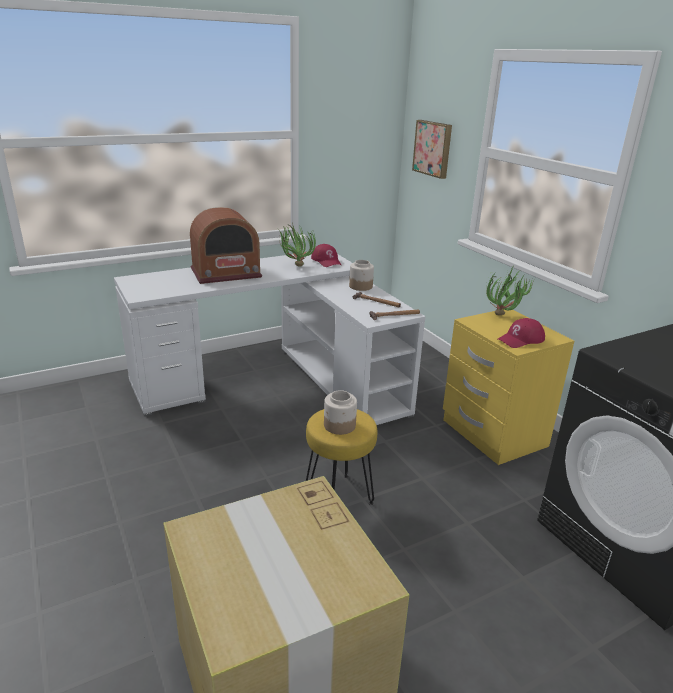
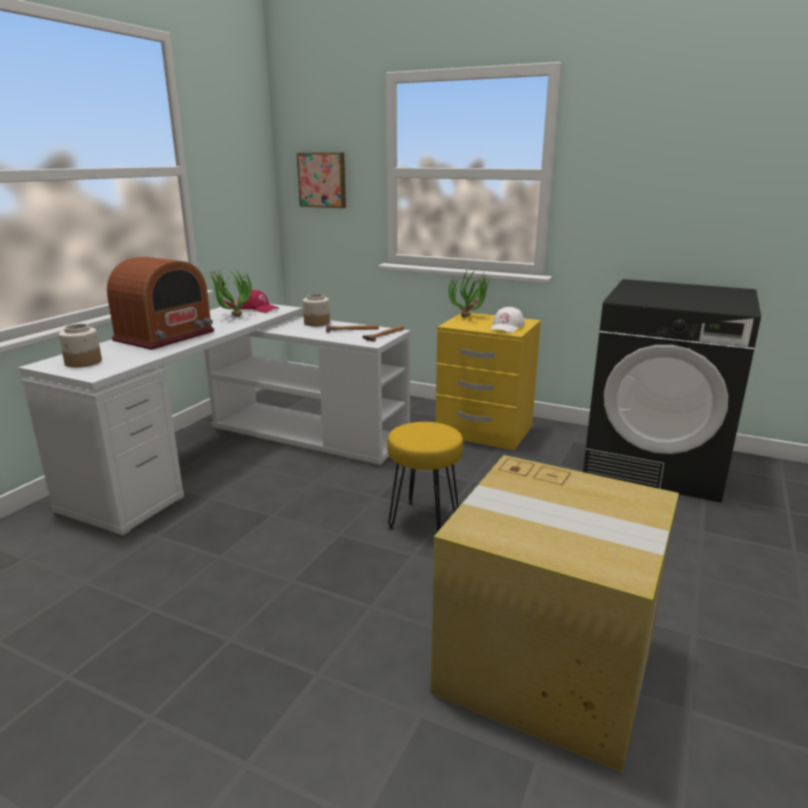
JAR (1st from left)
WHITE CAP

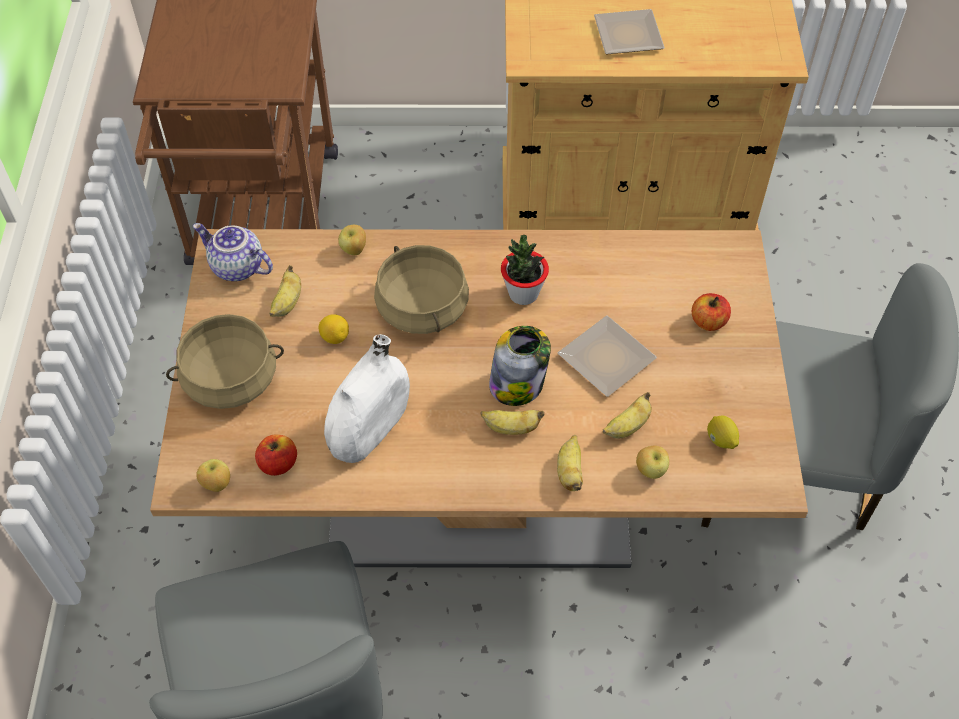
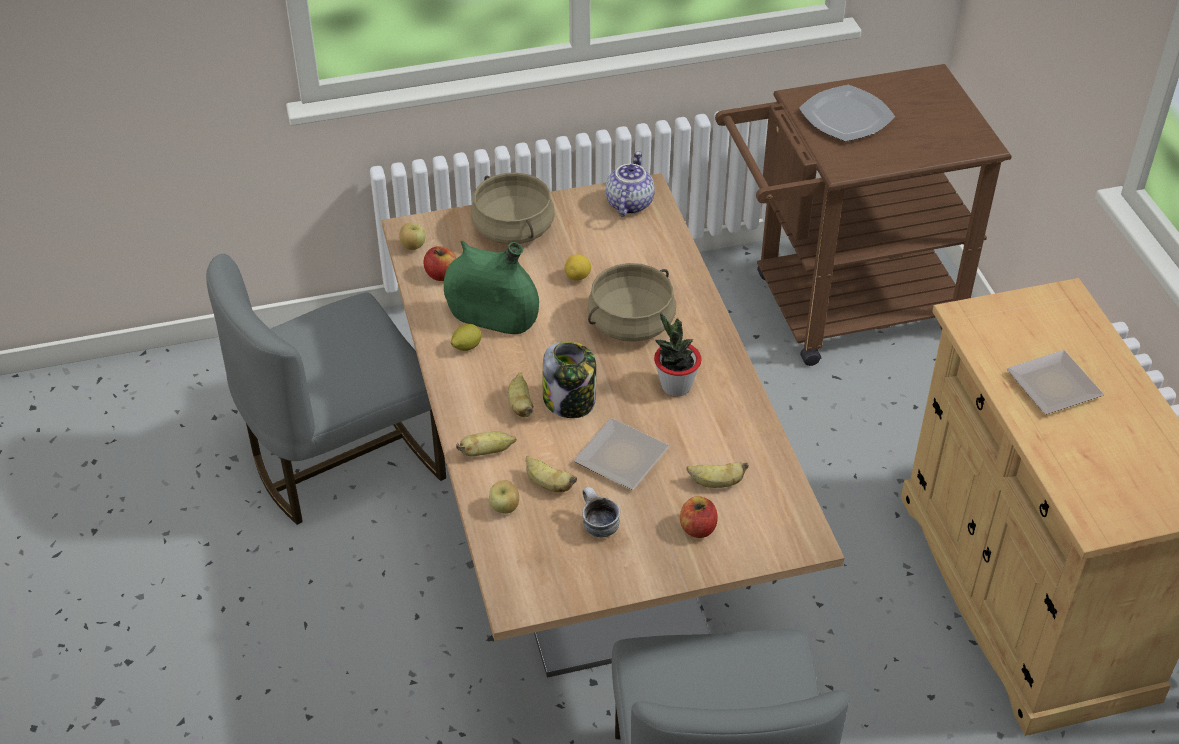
APPLE (3rd from left in the first image)
MUG
PLATE (2nd from left)
BANANA (4th from left)
LEMON (1st from left)
GREEN VASE

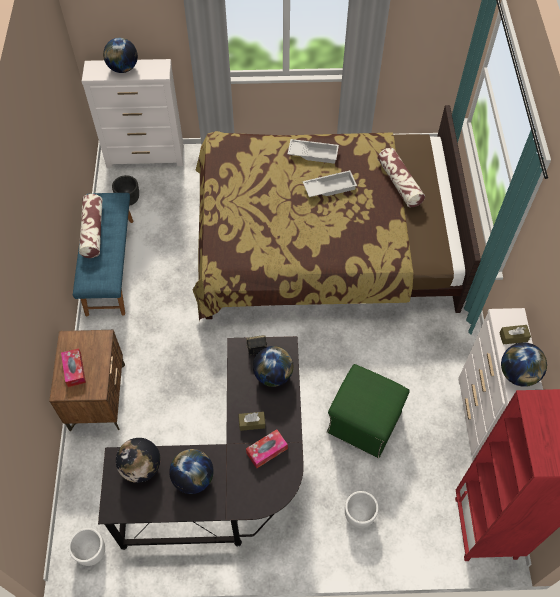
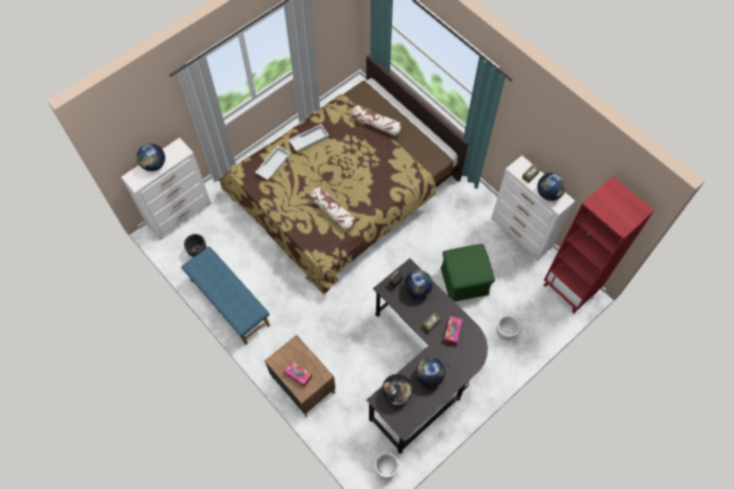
PILLOW (1st from left)
WHITE TRAY (1st from left)

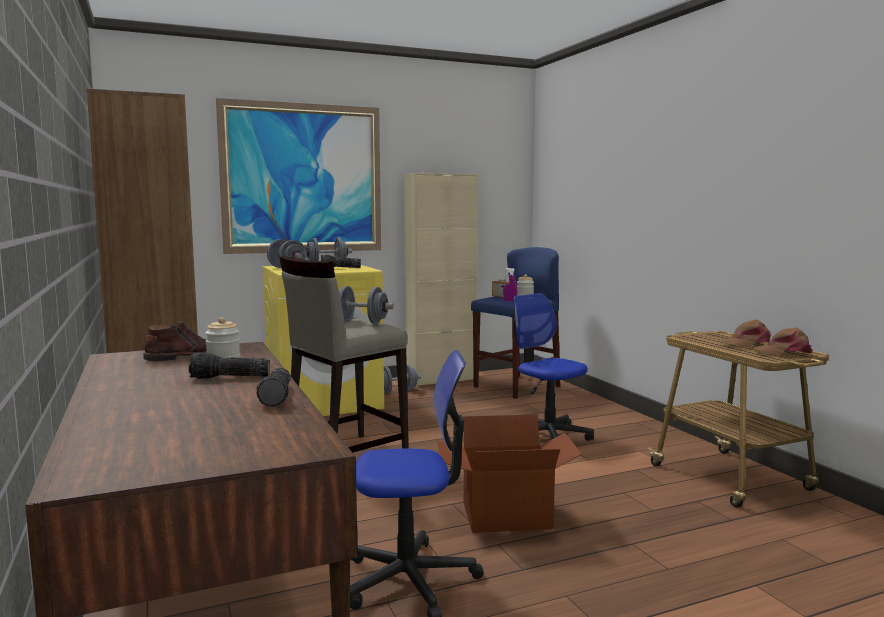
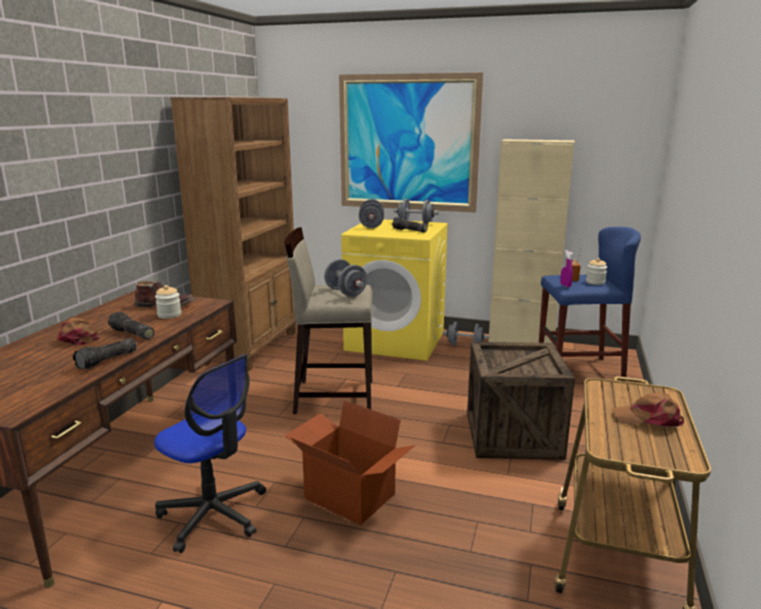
BROWN CAP (1st from left)
CRATE

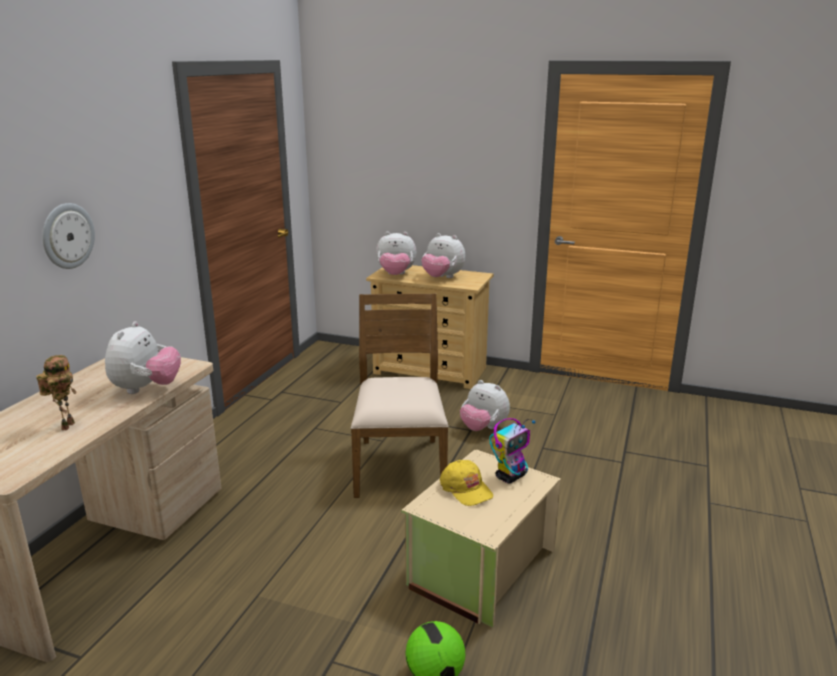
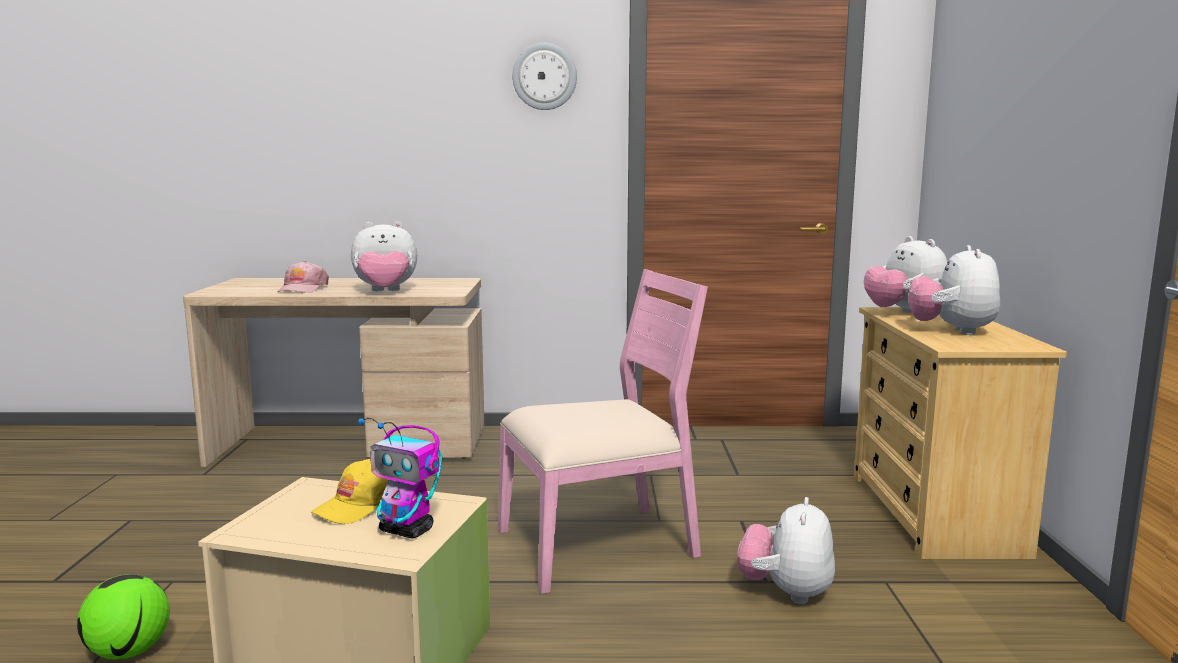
WALL CLOCK
PINK CAP
PINK CHAIR

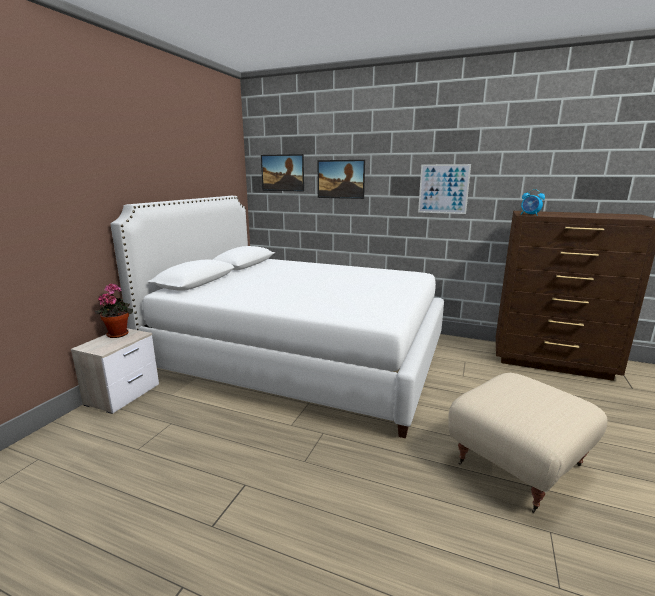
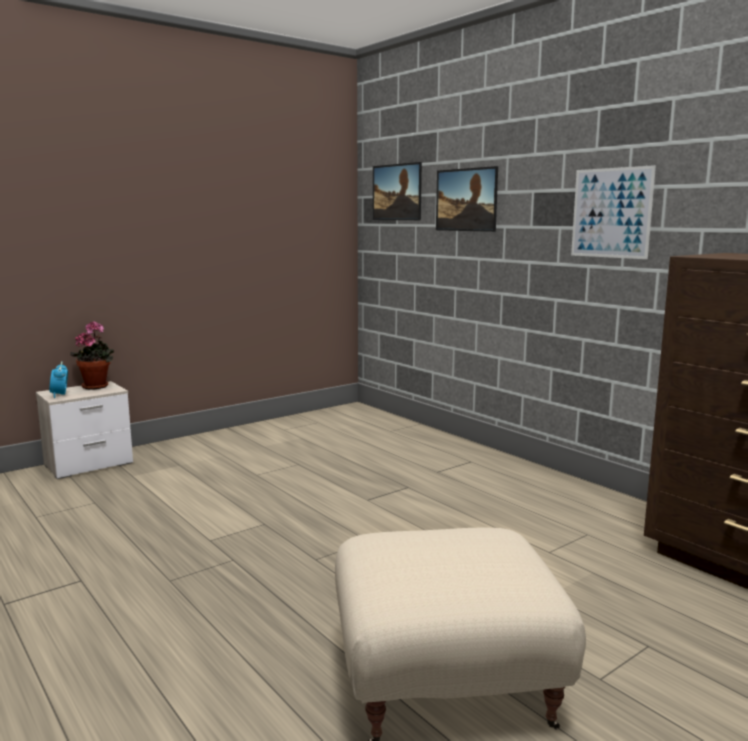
WHITE BED
ALARM CLOCK

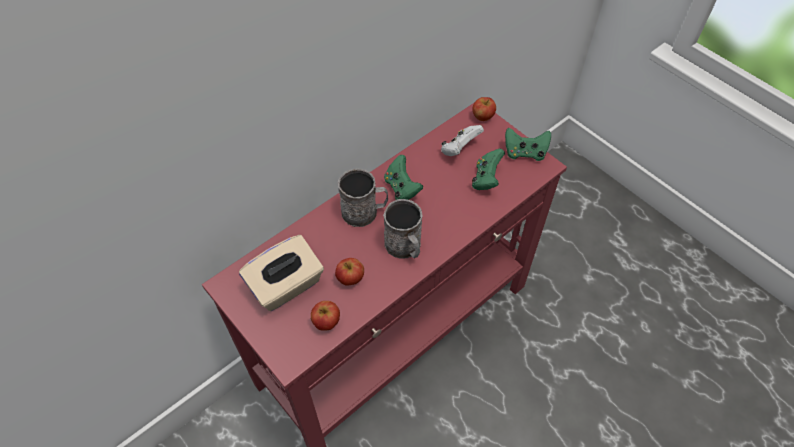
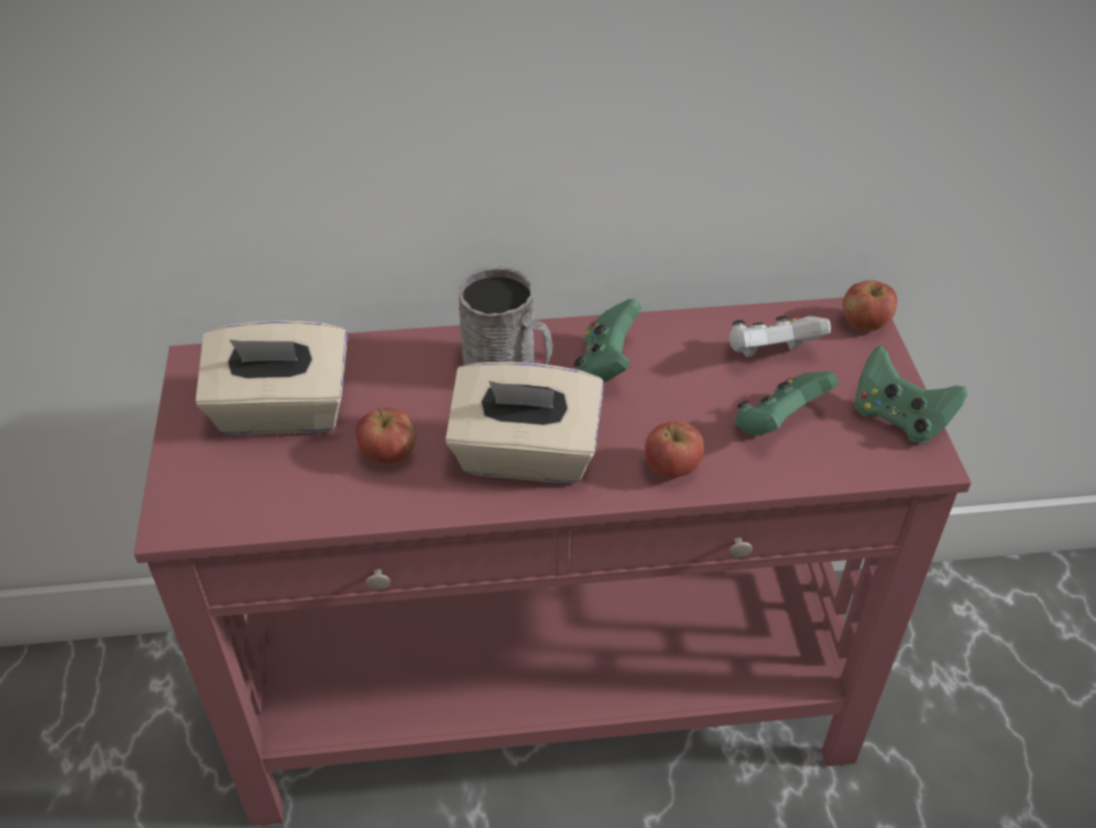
APPLE (2nd from left)
BEIGE TISSUE BOX (2nd from left)

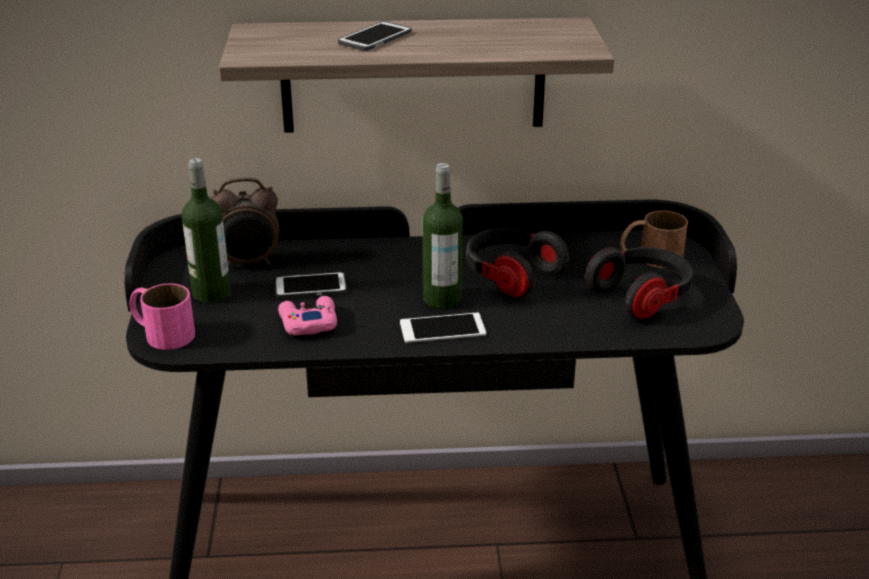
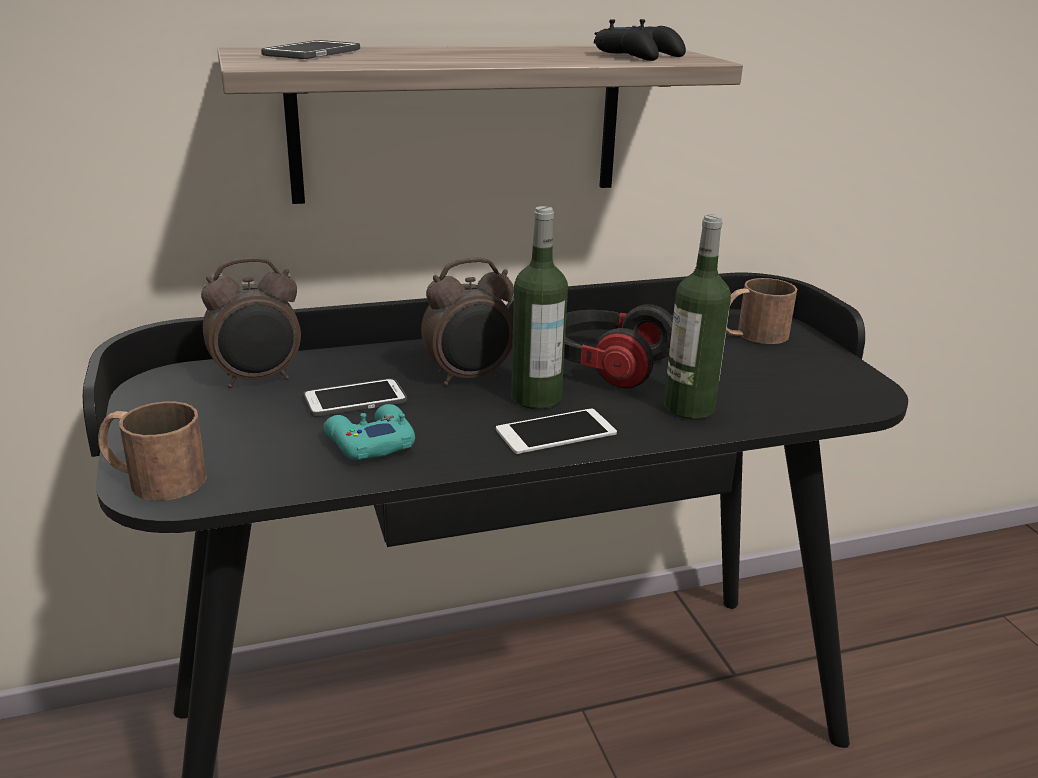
HEADPHONES (2nd from left in the first image)
ALARM CLOCK (2nd from left)
BLACK GAME CONTROLLER
BOTTLE (2nd from left)
PHONE (1st from left)
BROWN MUG (1st from left)
TURQUOISE GAME CONTROLLER

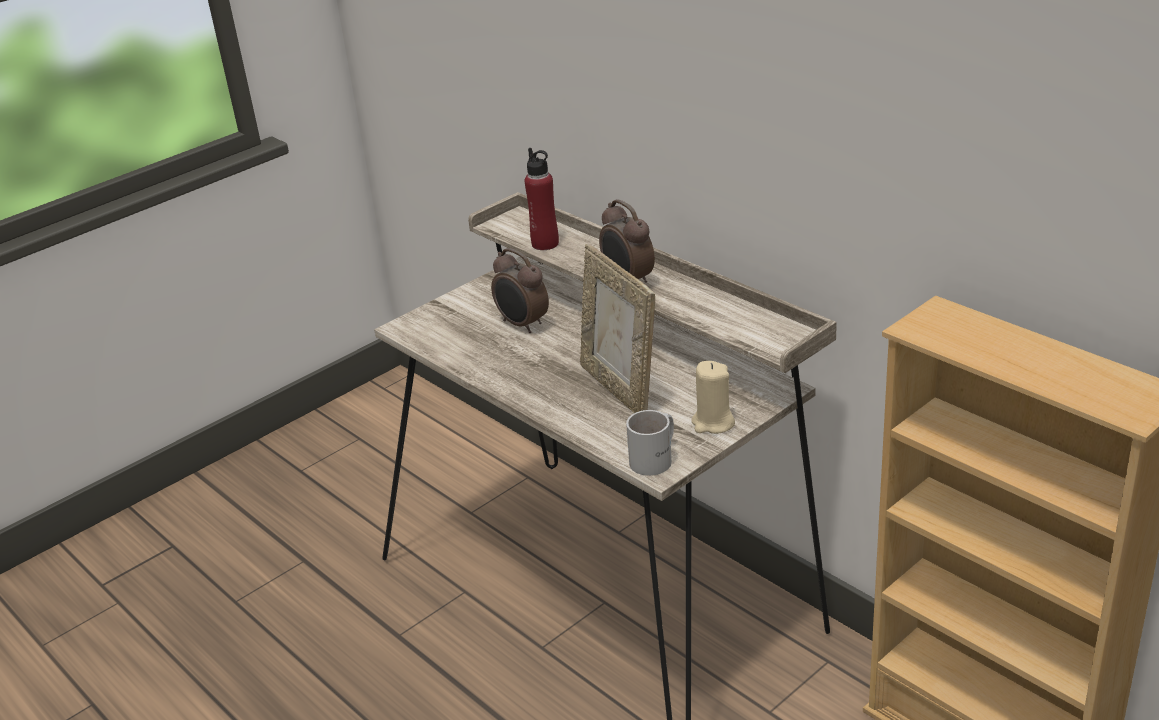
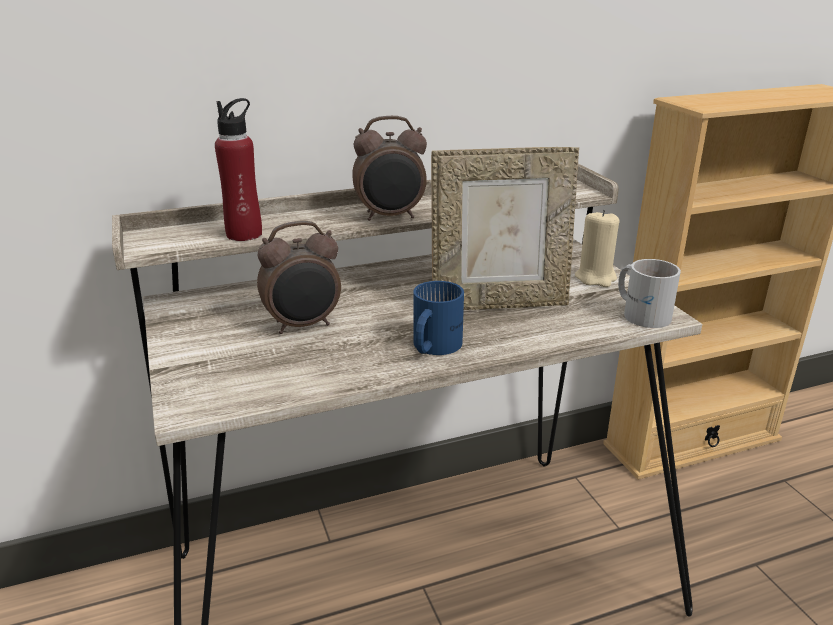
BLUE MUG

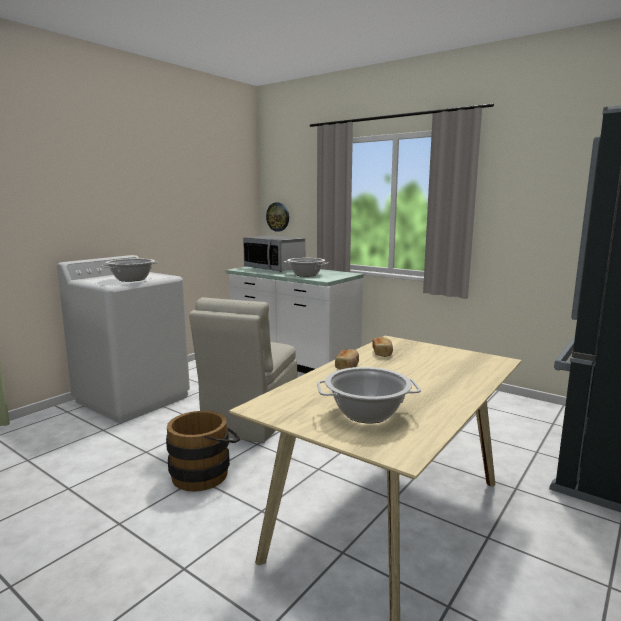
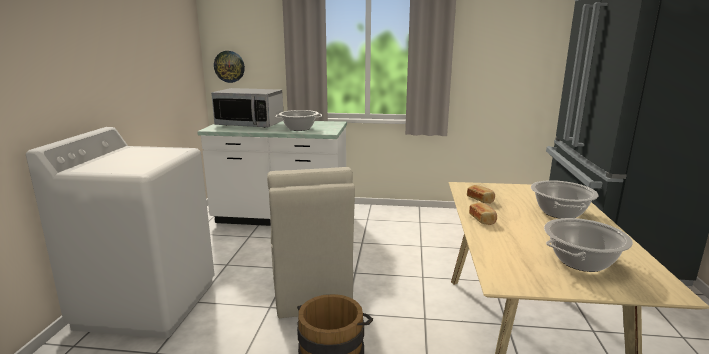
COOKING POT (2nd from left)

